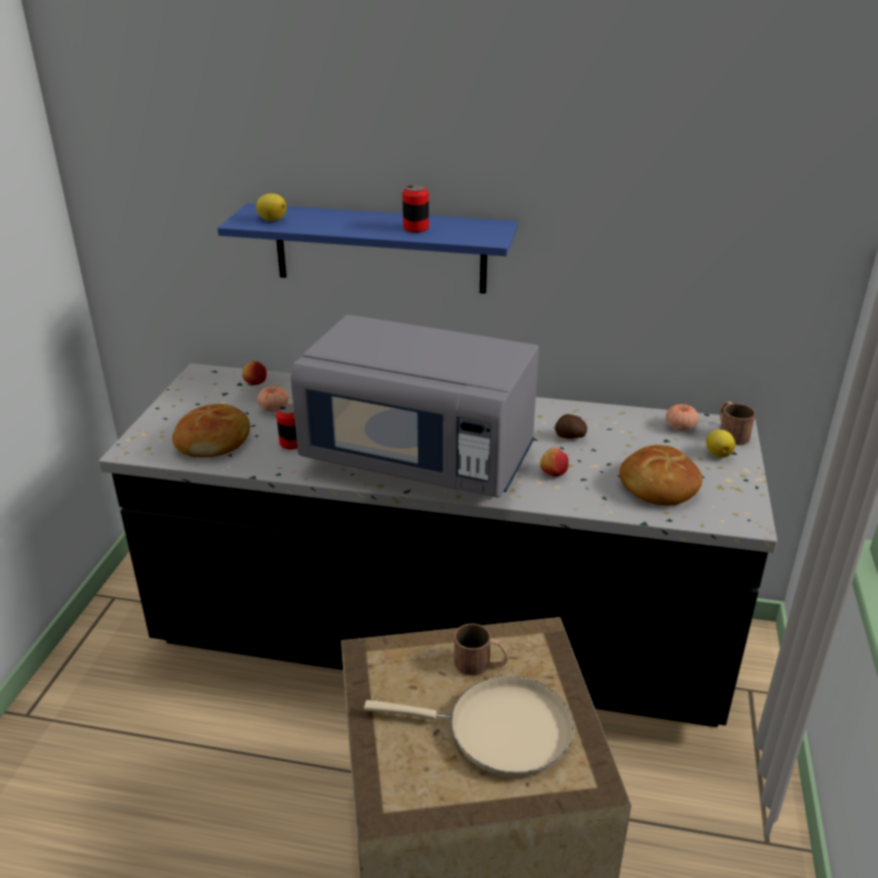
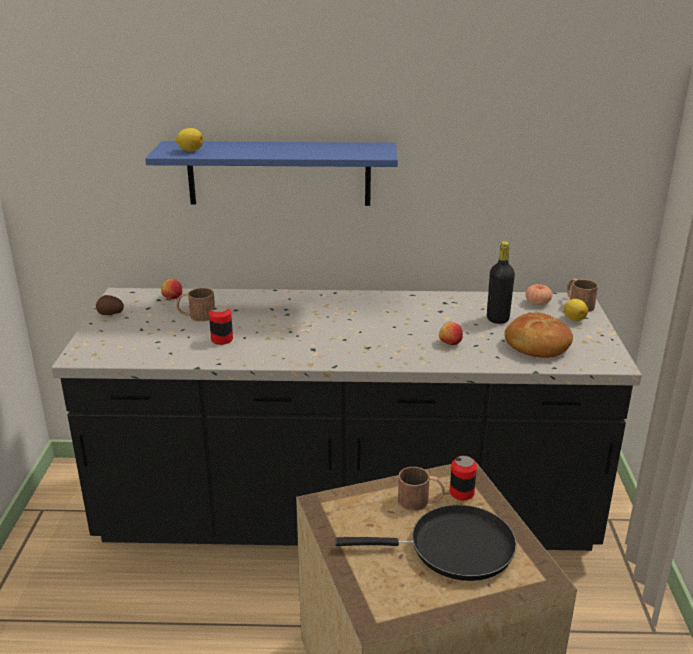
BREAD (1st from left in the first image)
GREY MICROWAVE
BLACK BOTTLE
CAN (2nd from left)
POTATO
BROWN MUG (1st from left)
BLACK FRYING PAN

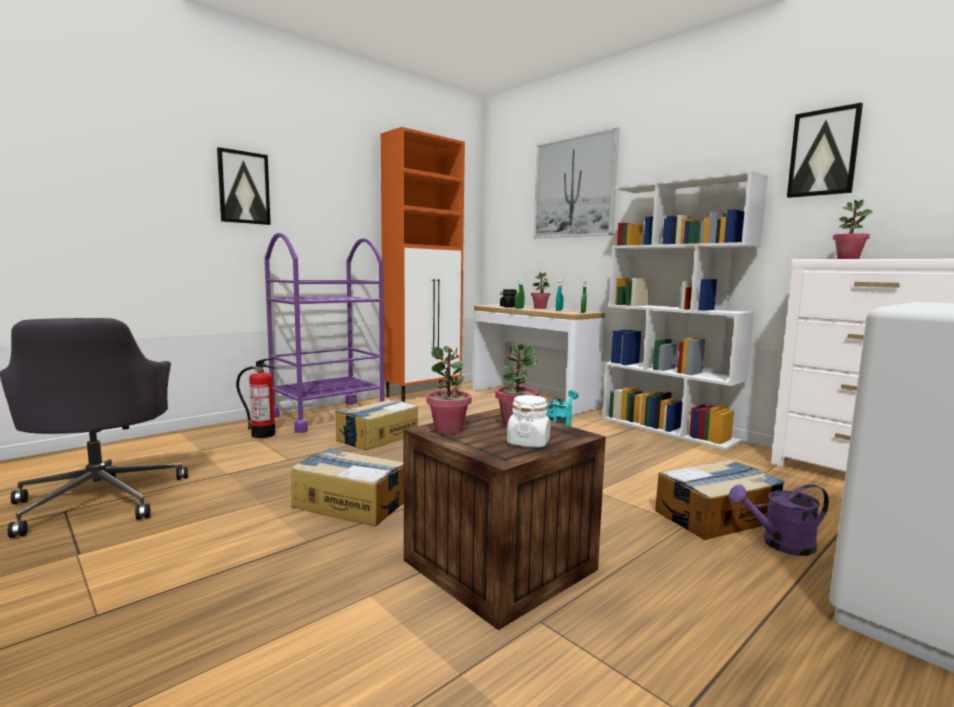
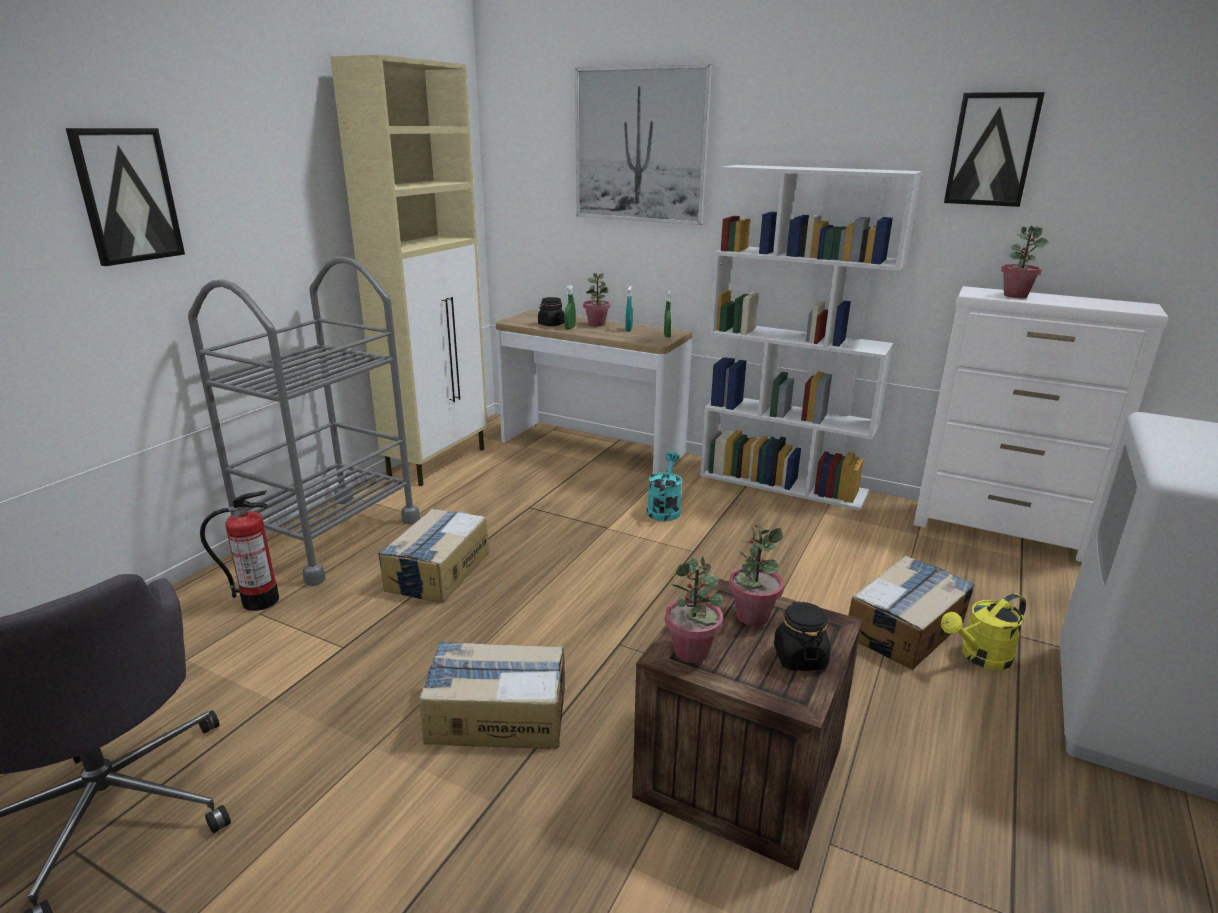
GREY CART
BEIGE CABINET
BLACK JAR (2nd from left)
YELLOW WATERING CAN

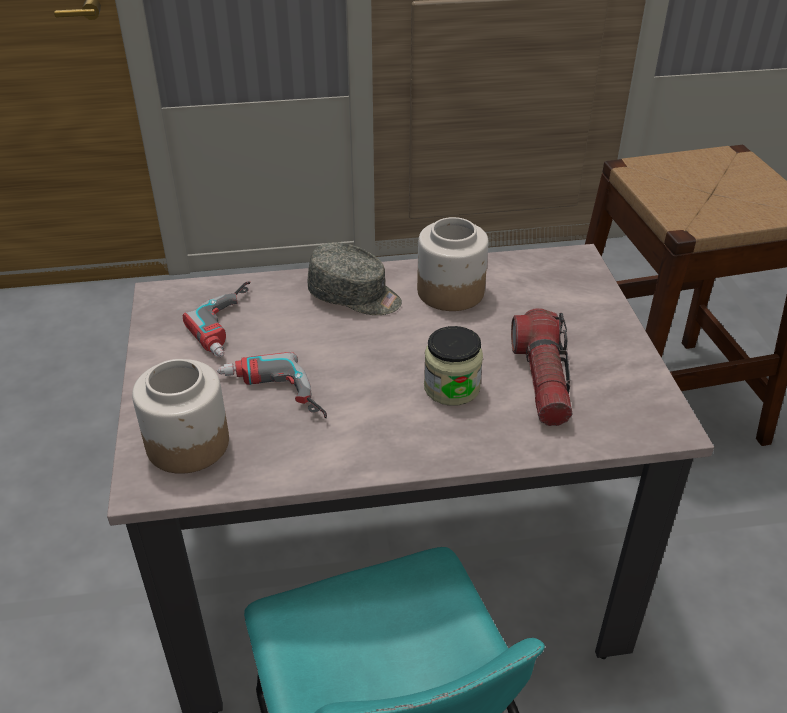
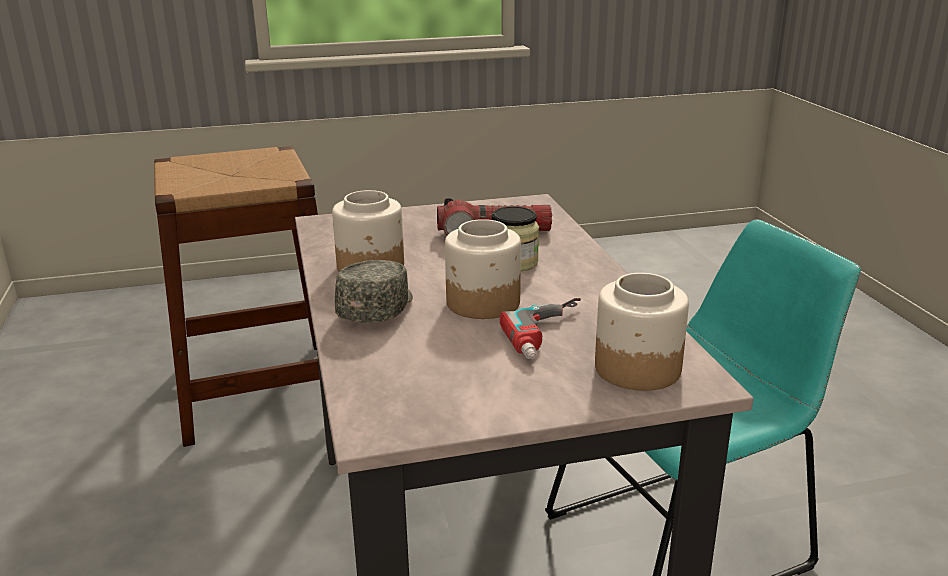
POWER DRILL (1st from left in the first image)
JAR (2nd from left)

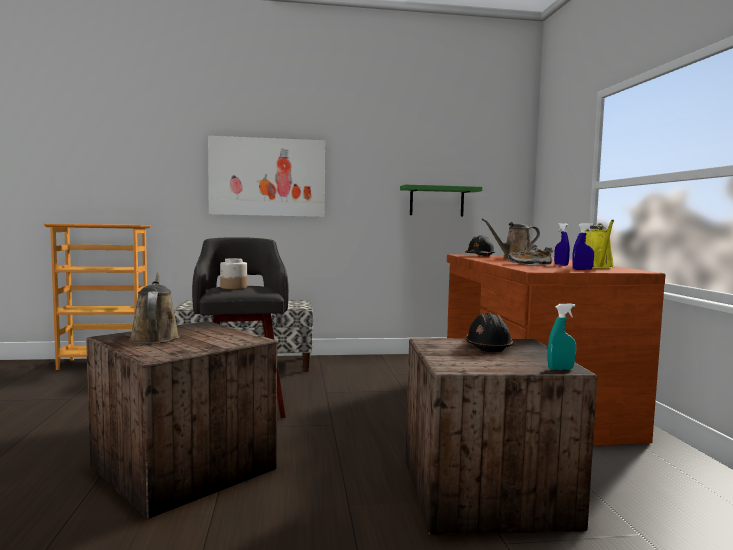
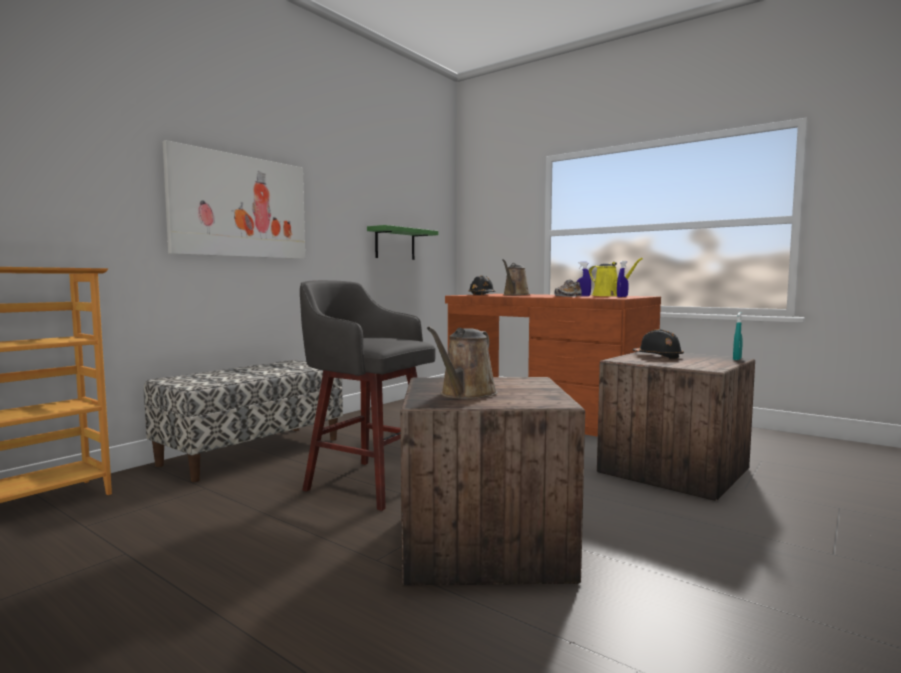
JAR
BROWN WATERING CAN (1st from left)

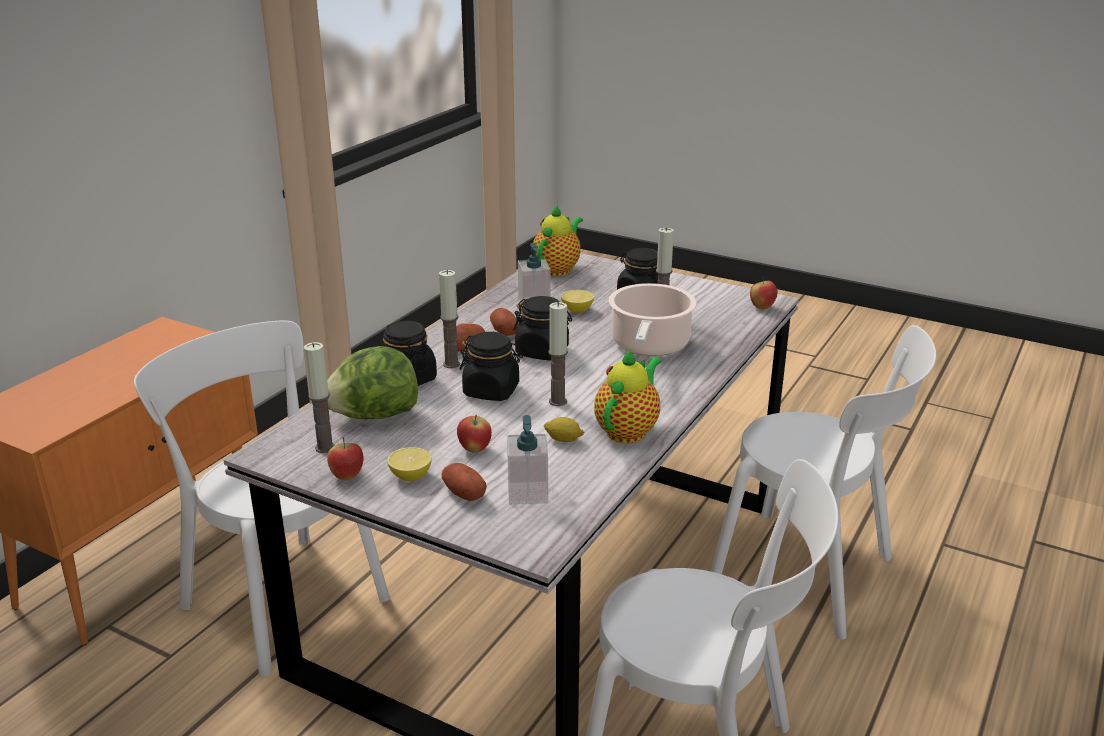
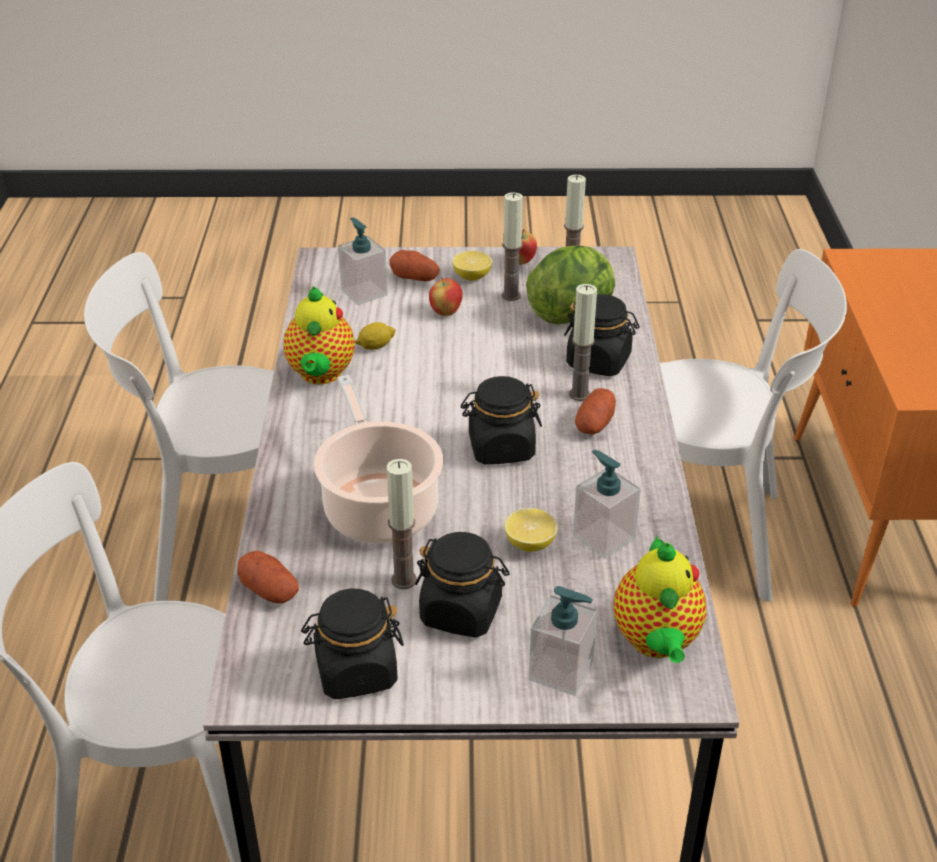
APPLE (3rd from left in the first image)
SOAP DISPENSER (2nd from left)
BLACK JAR (1st from left)
POTATO (1st from left)
CANDLE (2nd from left)

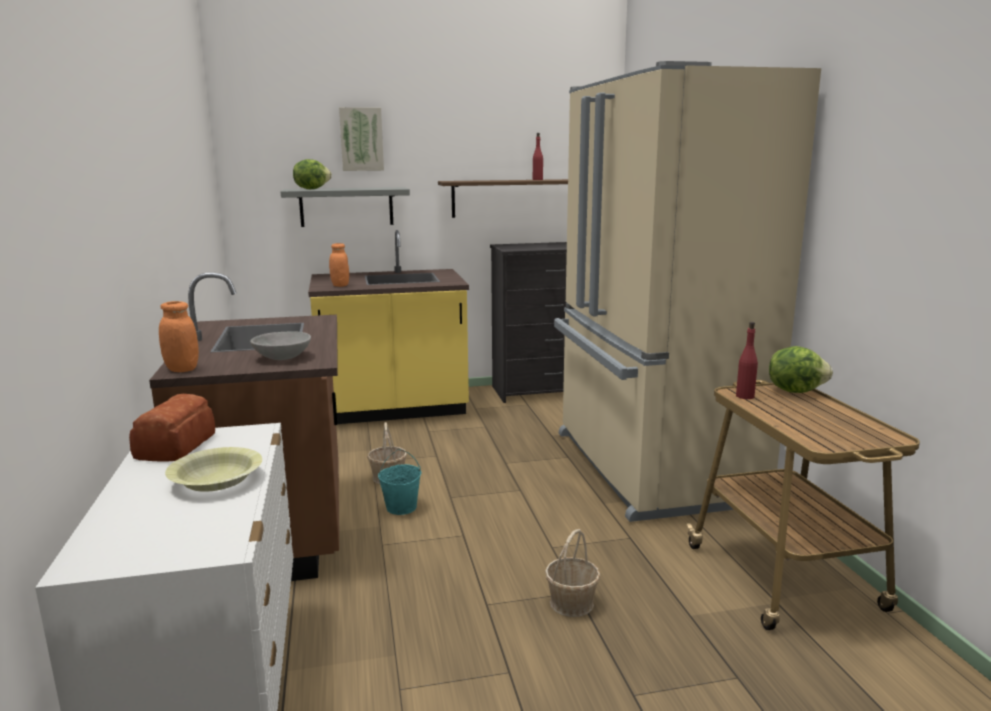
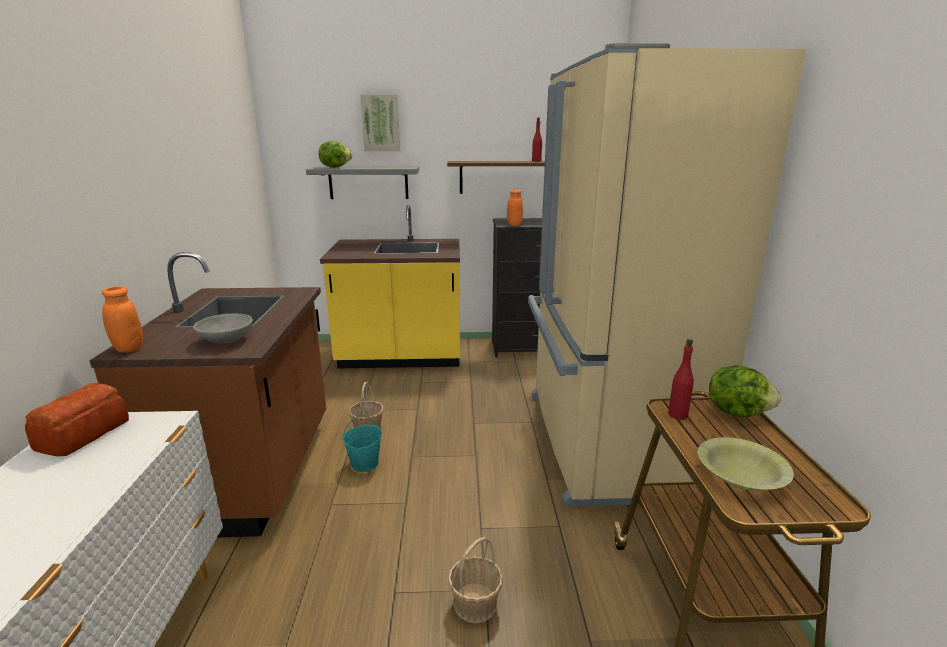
YELLOW BOWL
ORANGE JAR (2nd from left)

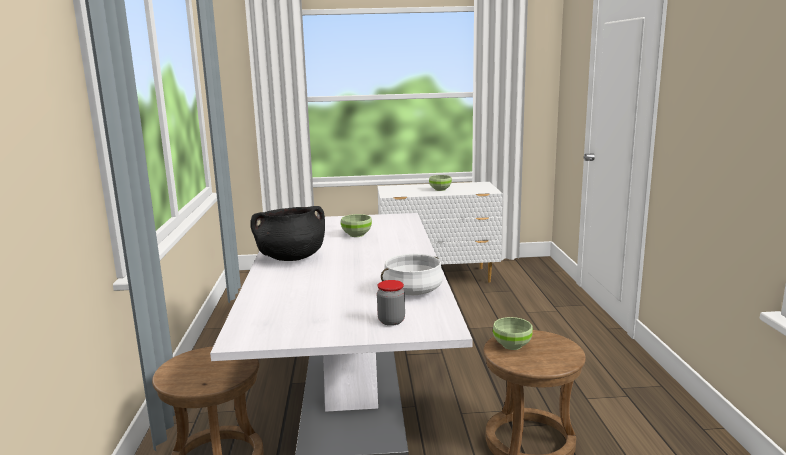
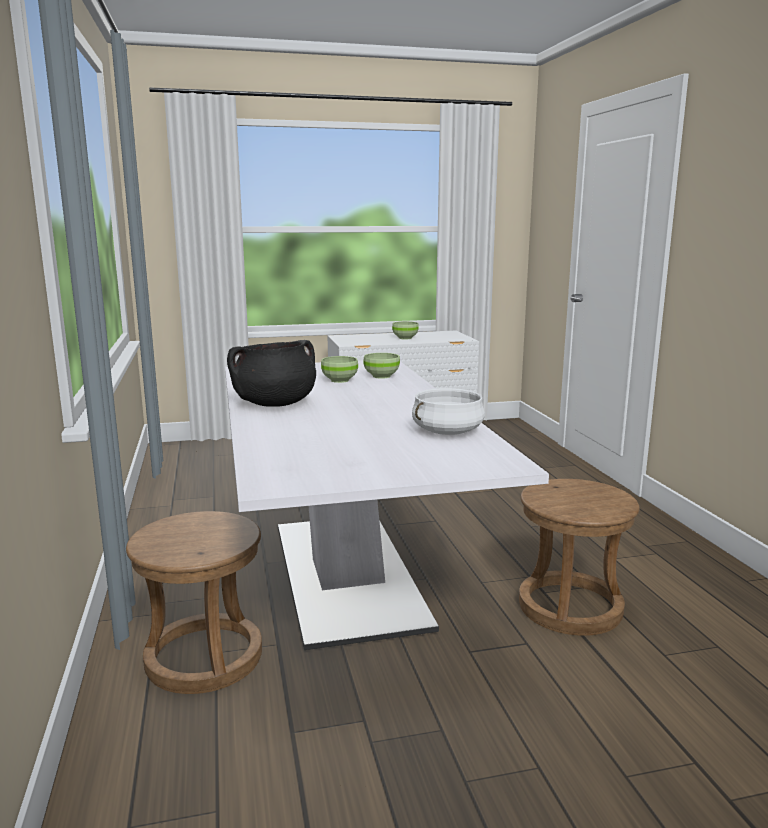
JAR
GREEN BOWL (2nd from left)

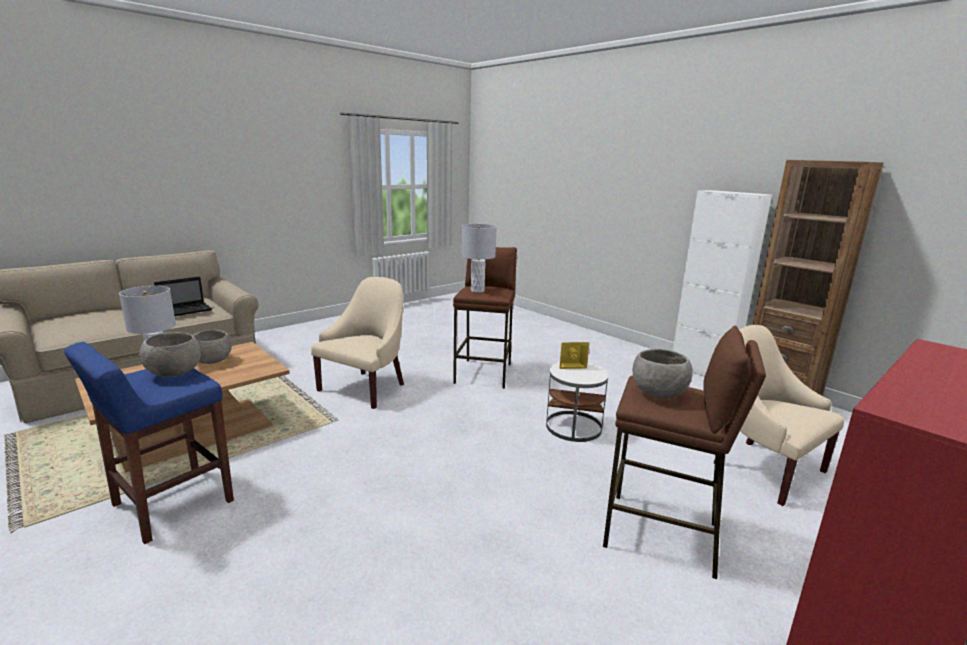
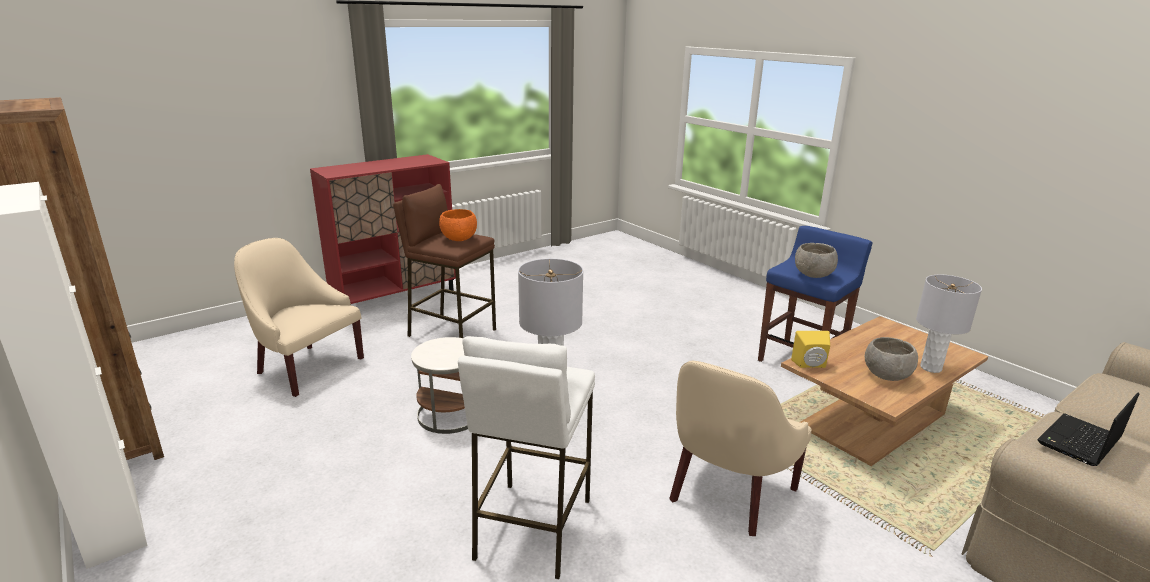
YELLOW SPEAKER
WHITE STOOL
ORANGE BOWL
BEIGE ARMCHAIR (1st from left)

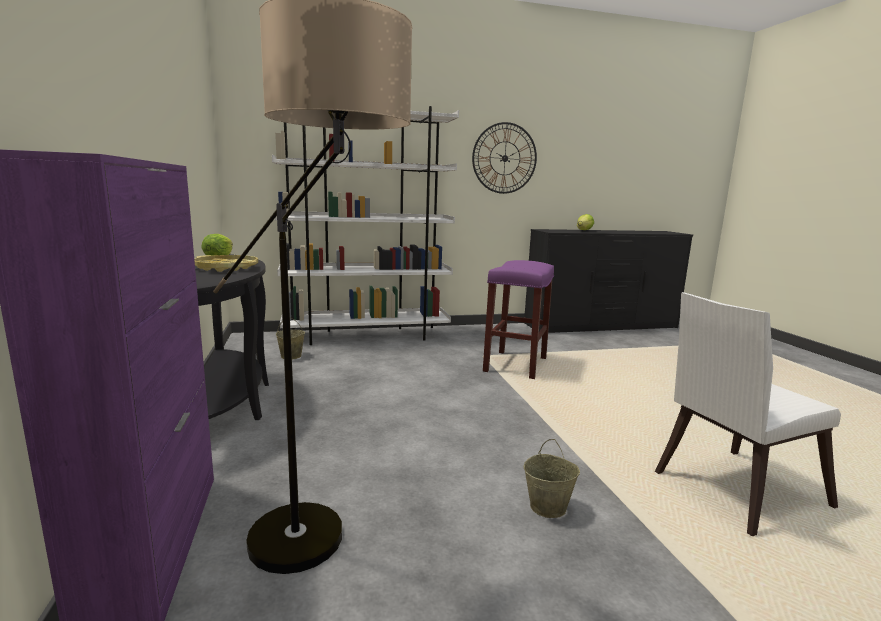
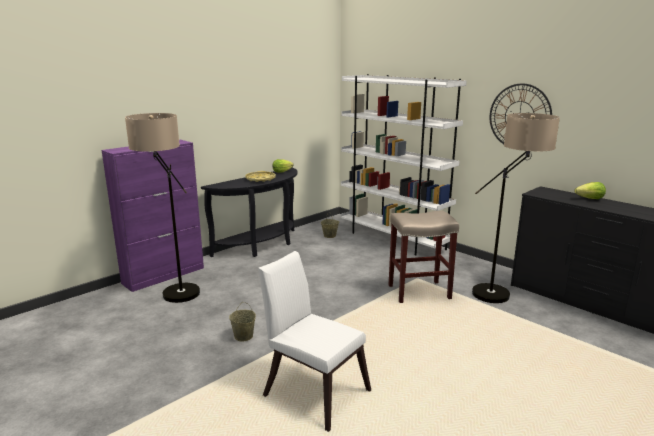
FLOOR LAMP (2nd from left)
BEIGE STOOL

